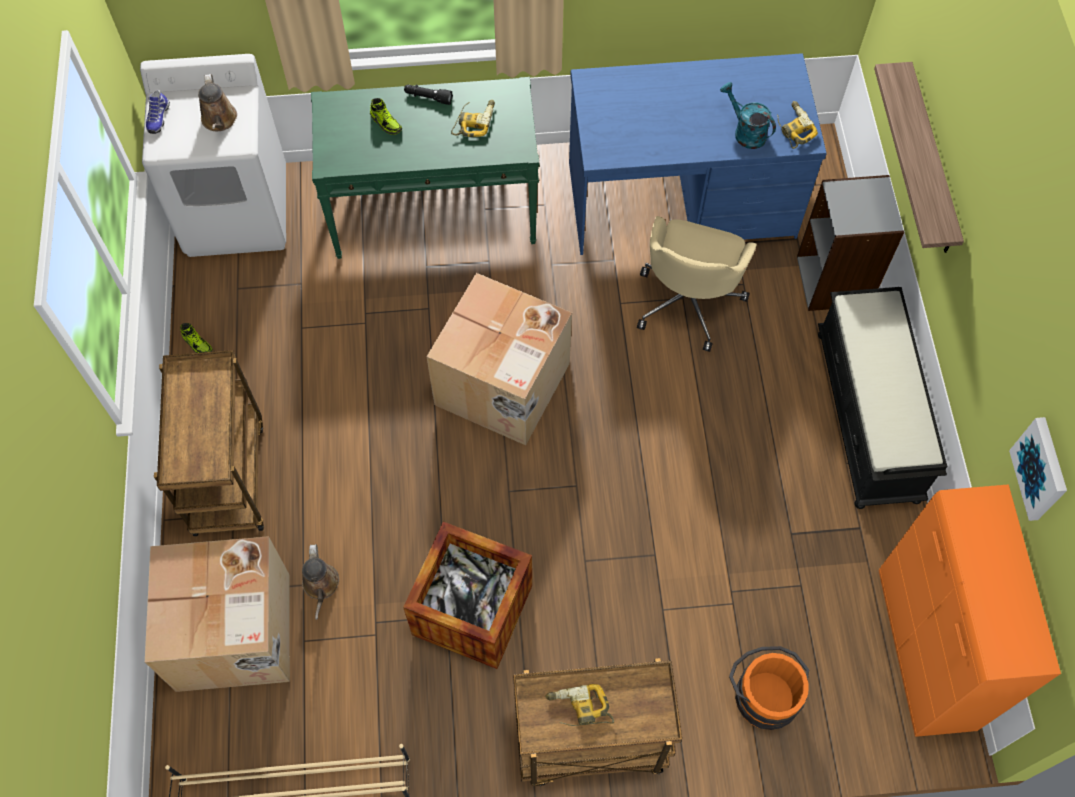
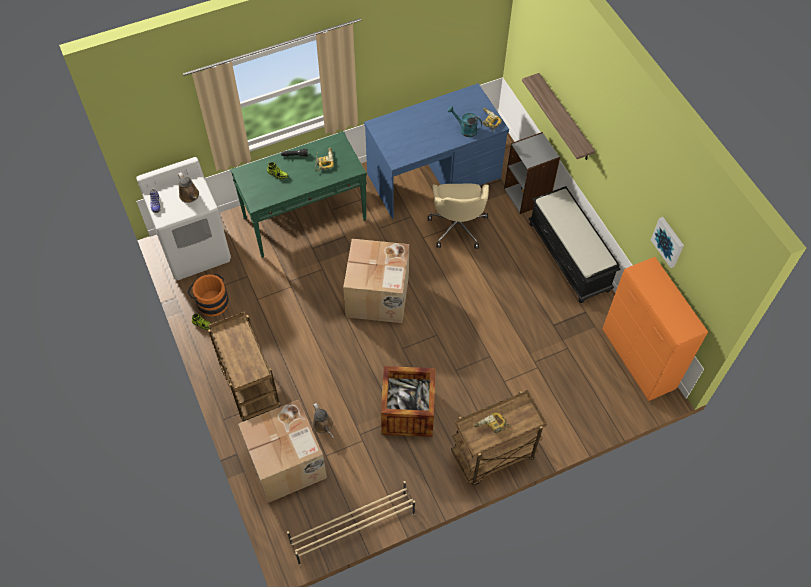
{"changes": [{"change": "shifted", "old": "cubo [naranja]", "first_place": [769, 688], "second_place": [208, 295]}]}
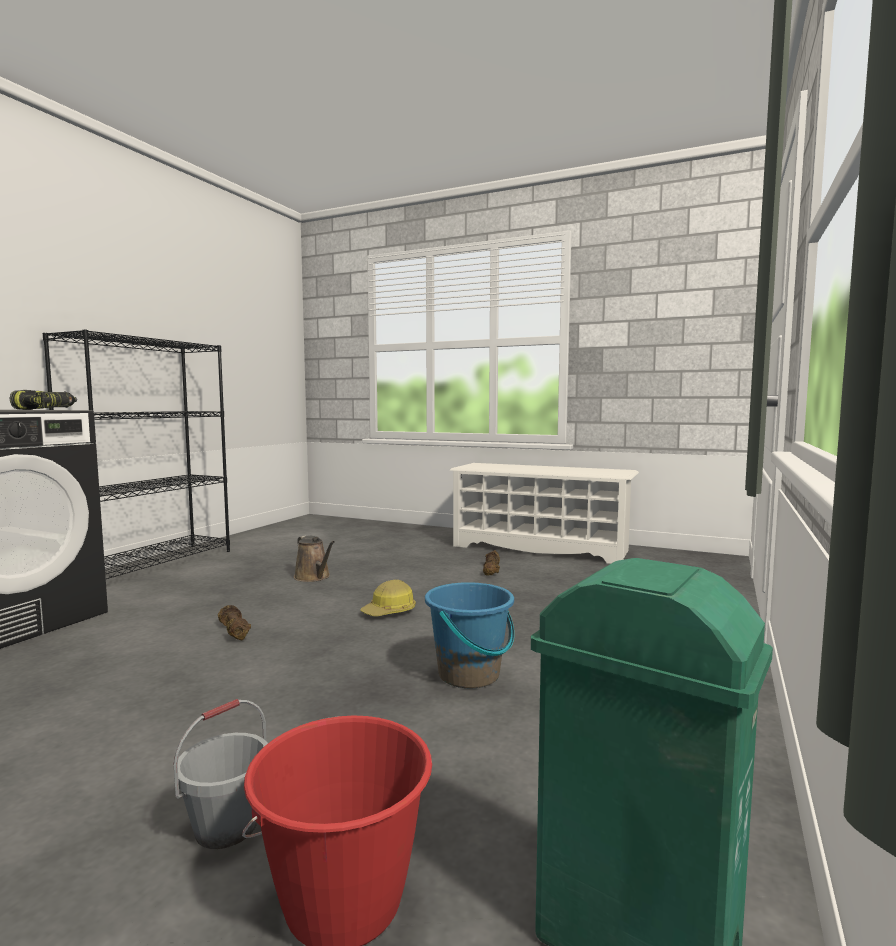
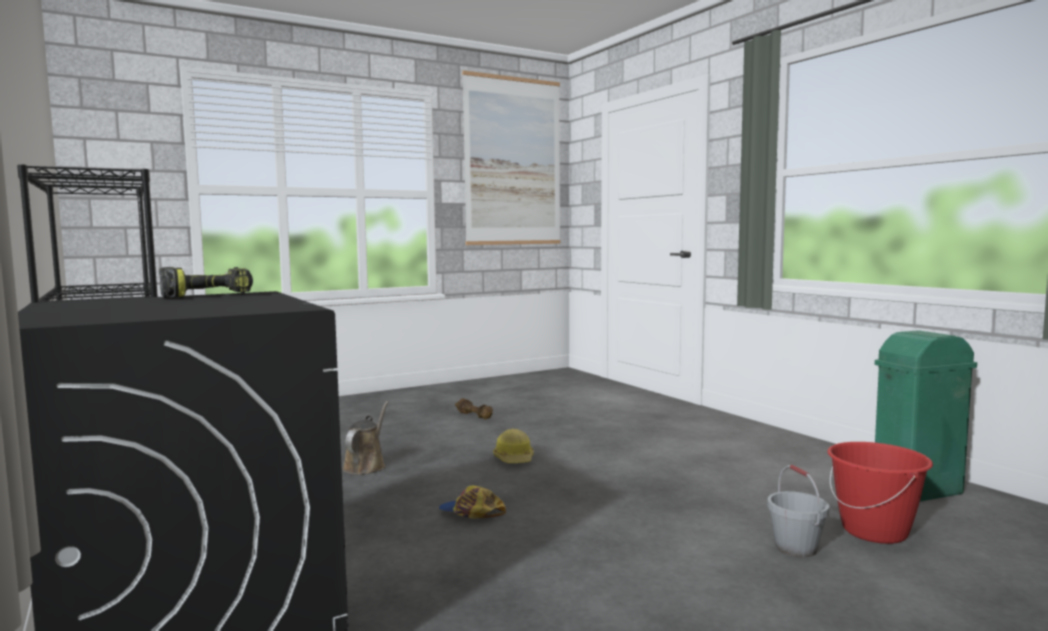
{"changes": [{"change": "gone", "old": "zapatero [blanco]", "first_place": [544, 513]}, {"change": "rotated", "old": "regadera [marrón]", "first_place": [314, 559], "second_place": [365, 437], "degrees": -75}, {"change": "gone", "old": "cubo [azul]", "first_place": [469, 635]}, {"change": "swapped", "old": "mancuerna [marrón]", "new": "gorra", "first_place": [234, 623], "second_place": [472, 502]}, {"change": "new", "new": "cuadro", "second_place": [511, 157]}]}
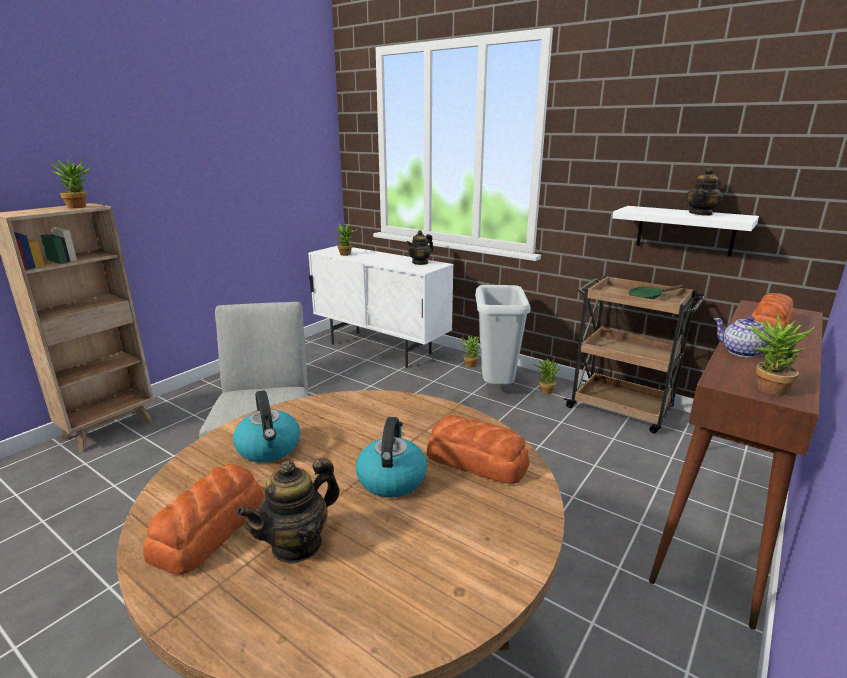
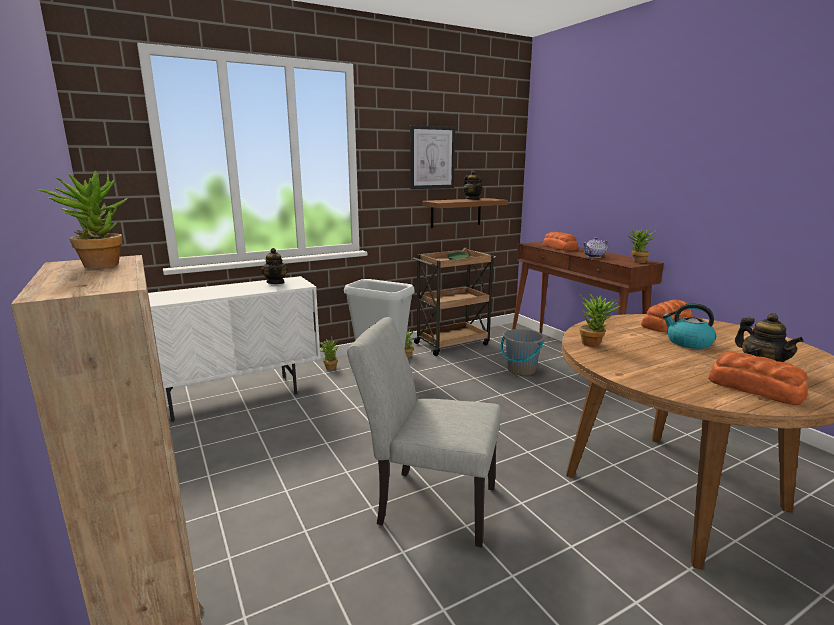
{"changes": [{"change": "repainted", "old": "estante [blanco]", "new": "estante [marrón]", "first_place": [685, 231], "second_place": [465, 213]}, {"change": "shifted", "old": "planta en maceta", "first_place": [346, 240], "second_place": [599, 320]}, {"change": "gone", "old": "hervidor", "first_place": [266, 426]}, {"change": "new", "new": "cuadro", "second_place": [432, 157]}, {"change": "new", "new": "cubo [gris]", "second_place": [523, 352]}]}
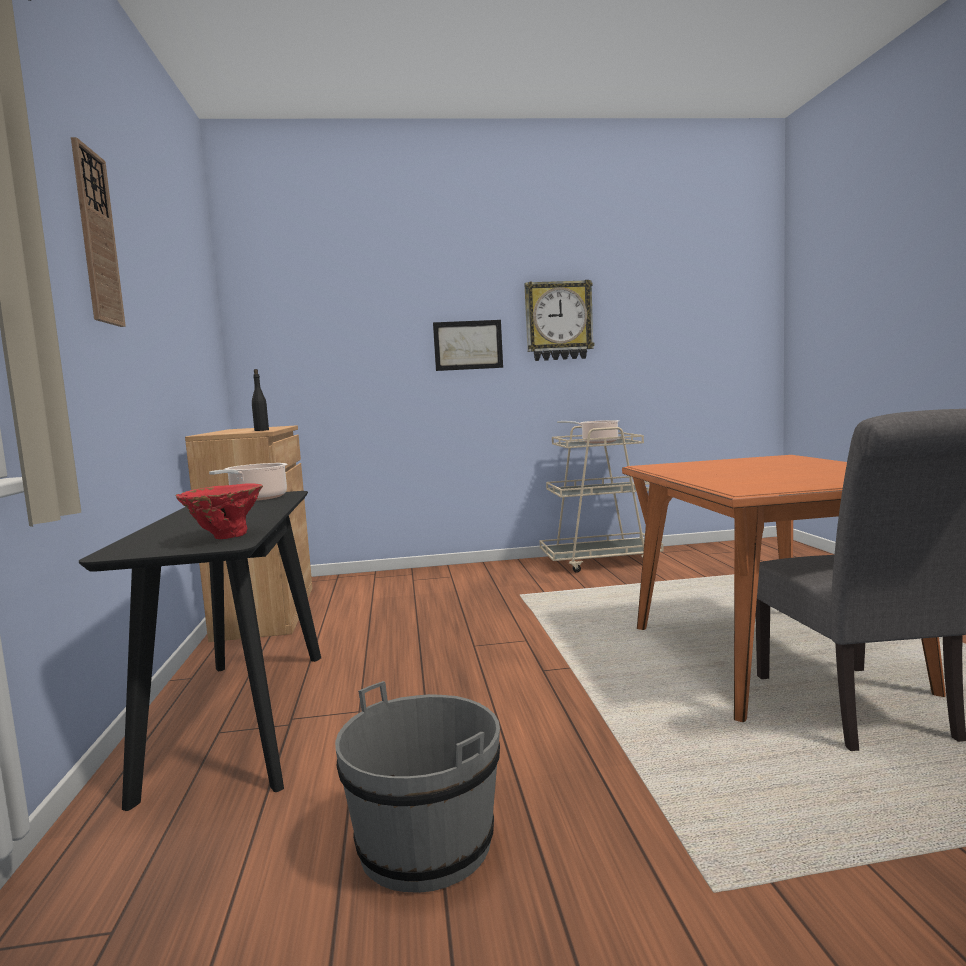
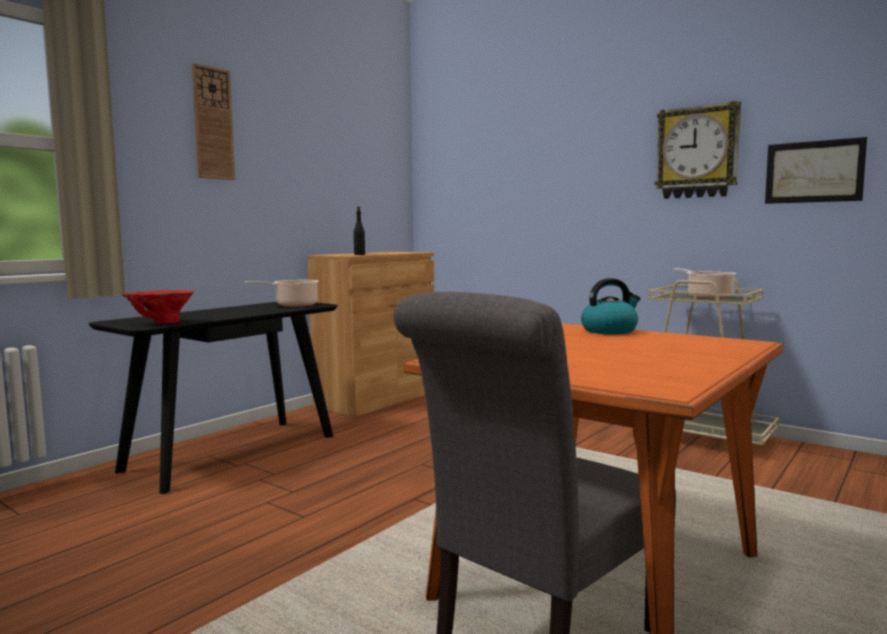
{"changes": [{"change": "shifted", "old": "cuadro", "first_place": [468, 345], "second_place": [816, 170]}, {"change": "gone", "old": "cubo [gris]", "first_place": [417, 787]}, {"change": "new", "new": "hervidor", "second_place": [610, 306]}]}
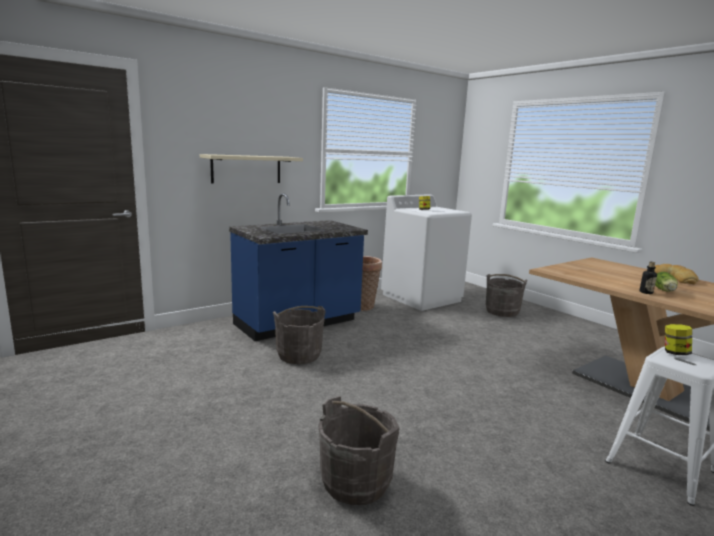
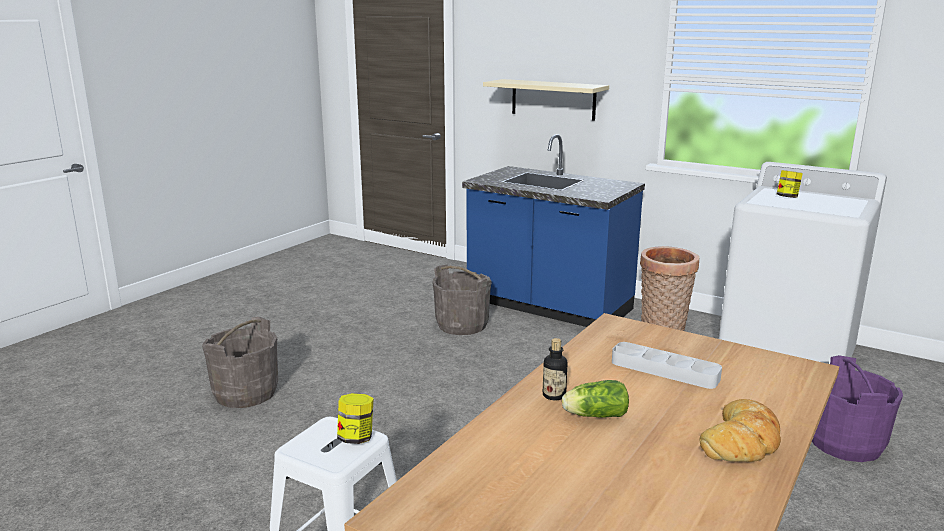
{"changes": [{"change": "repainted", "old": "cubo [gris]", "new": "cubo [morado]", "first_place": [506, 295], "second_place": [857, 408]}, {"change": "new", "new": "bandeja [gris]", "second_place": [667, 365]}]}
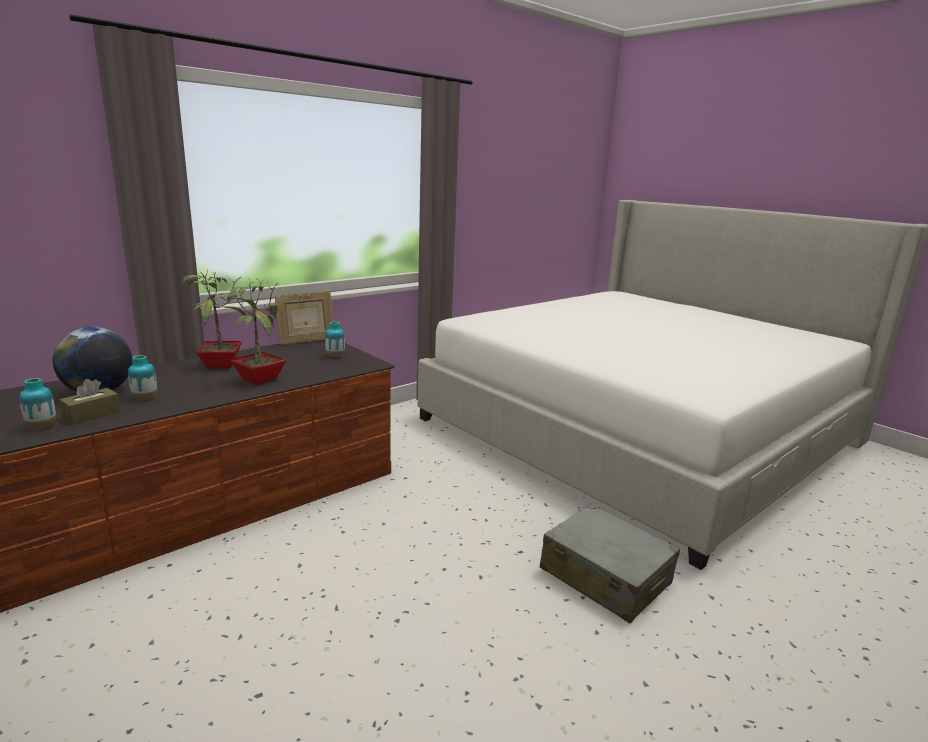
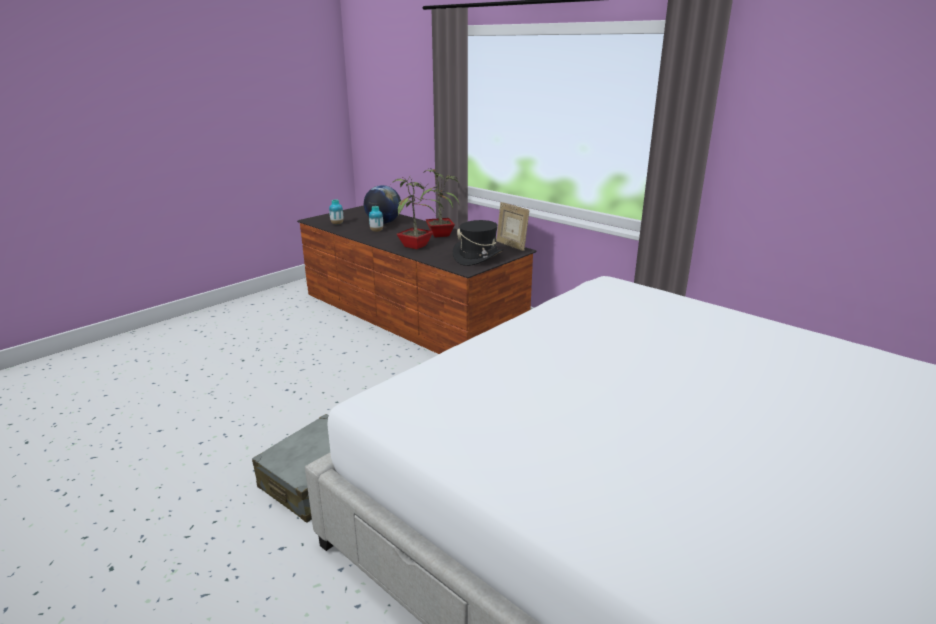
{"changes": [{"change": "swapped", "old": "florero", "new": "sombrero [negro]", "first_place": [335, 339], "second_place": [478, 243]}, {"change": "gone", "old": "caja de pañuelos [marrón]", "first_place": [90, 401]}]}
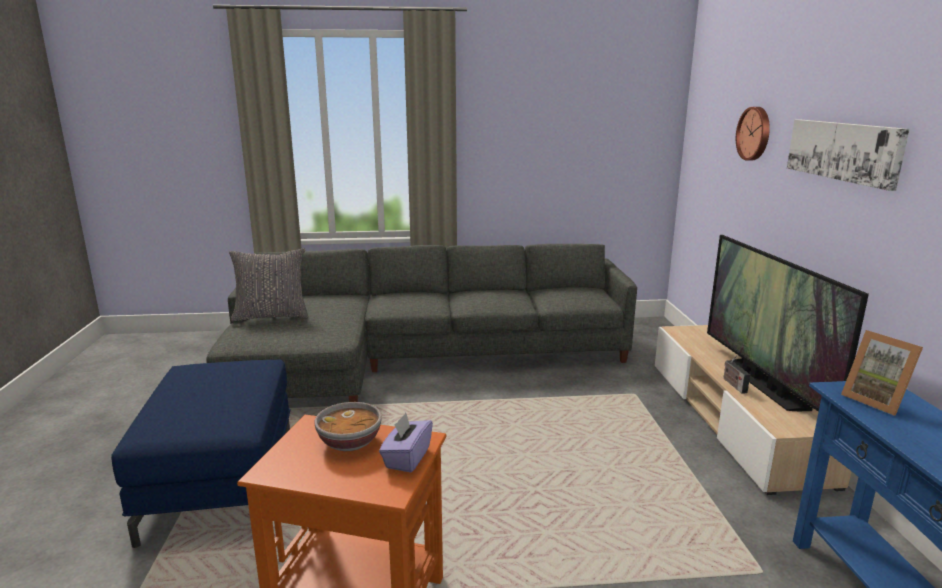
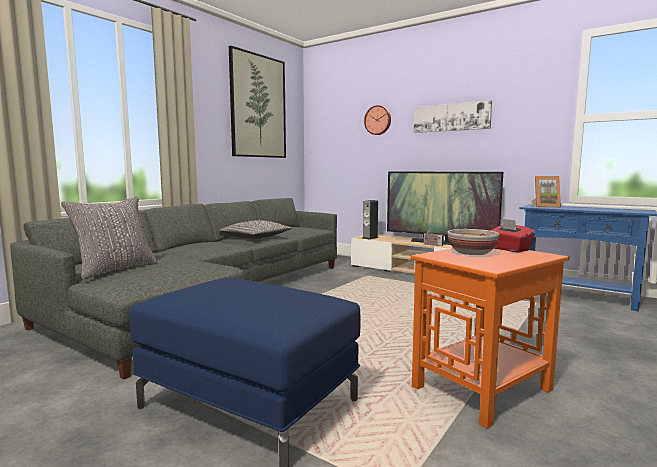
{"changes": [{"change": "repainted", "old": "caja de pañuelos [morado]", "new": "caja de pañuelos [rojo]", "first_place": [406, 442], "second_place": [512, 235]}, {"change": "new", "new": "cuadro", "second_place": [257, 102]}, {"change": "new", "new": "altavoz", "second_place": [370, 220]}, {"change": "new", "new": "cojín [gris]", "second_place": [255, 229]}]}
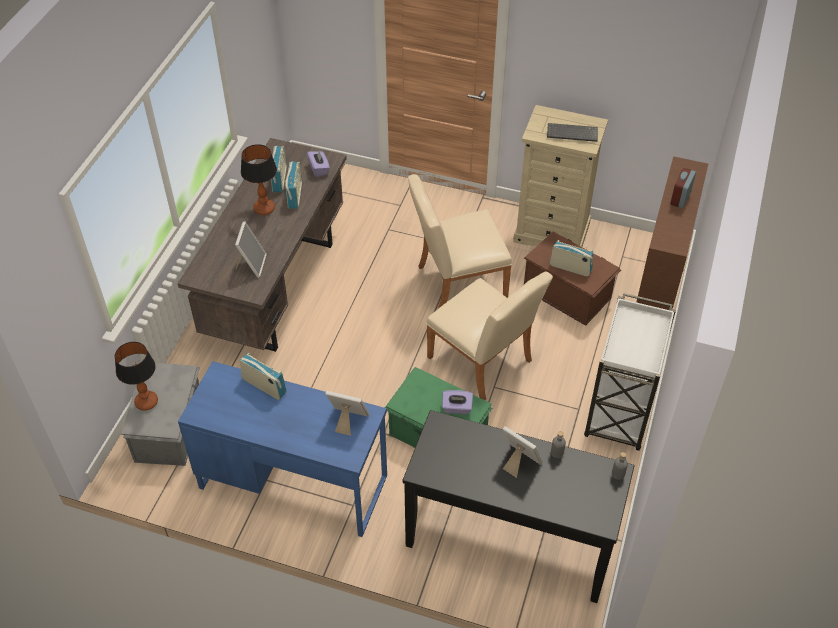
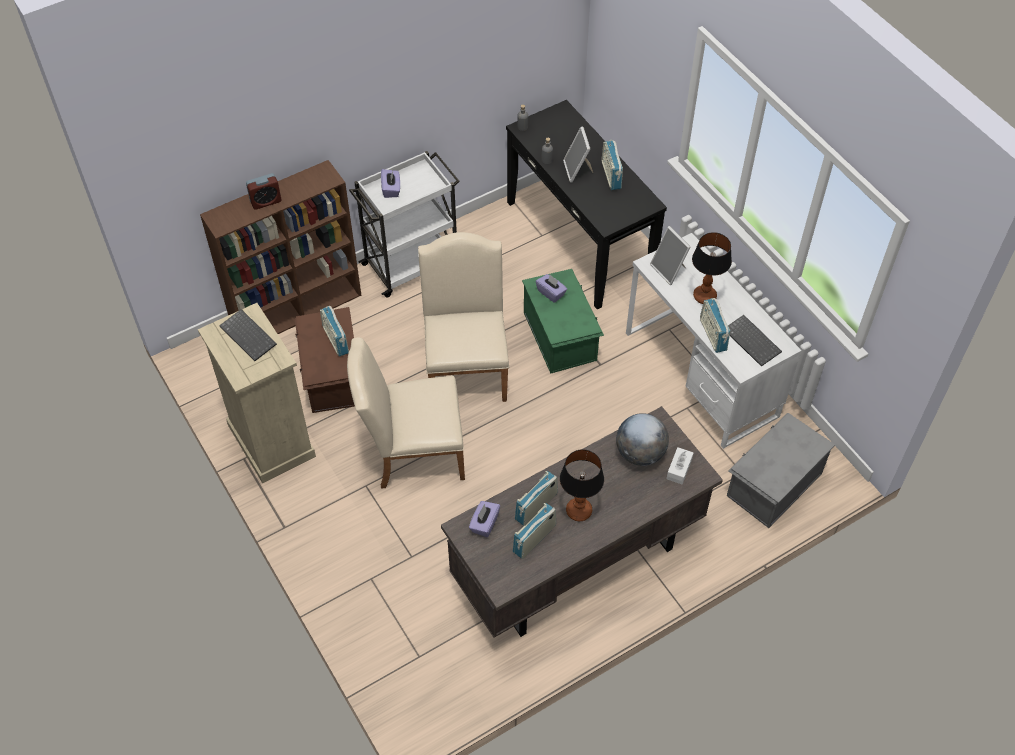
{"changes": [{"change": "rotated", "old": "silla [beis]", "first_place": [460, 241], "second_place": [406, 413], "degrees": 150}, {"change": "swapped", "old": "portarretratos", "new": "globo terráqueo", "first_place": [251, 249], "second_place": [642, 439]}, {"change": "shifted", "old": "lámpara de mesa", "first_place": [136, 376], "second_place": [712, 268]}, {"change": "repainted", "old": "escritorio [azul]", "new": "escritorio [blanco]", "first_place": [282, 449], "second_place": [714, 341]}, {"change": "new", "new": "radio", "second_place": [612, 164]}, {"change": "new", "new": "caja de pañuelos [morado]", "second_place": [390, 183]}, {"change": "new", "new": "teclado", "second_place": [755, 340]}, {"change": "new", "new": "caja de pañuelos [blanco]", "second_place": [679, 465]}]}
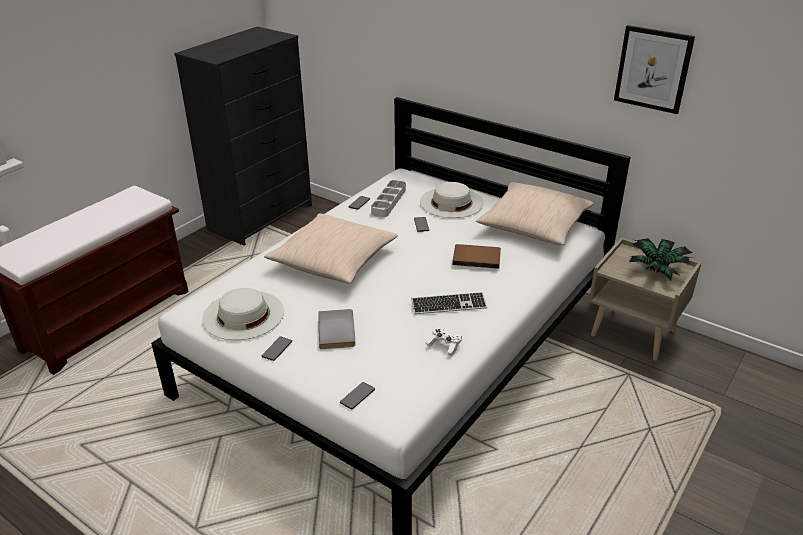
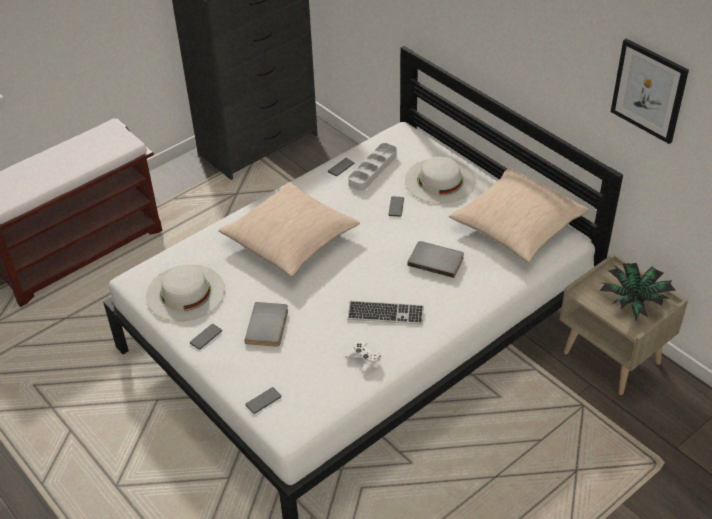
{"changes": [{"change": "repainted", "old": "libro [marrón]", "new": "libro [gris]", "first_place": [476, 256], "second_place": [435, 259]}]}
